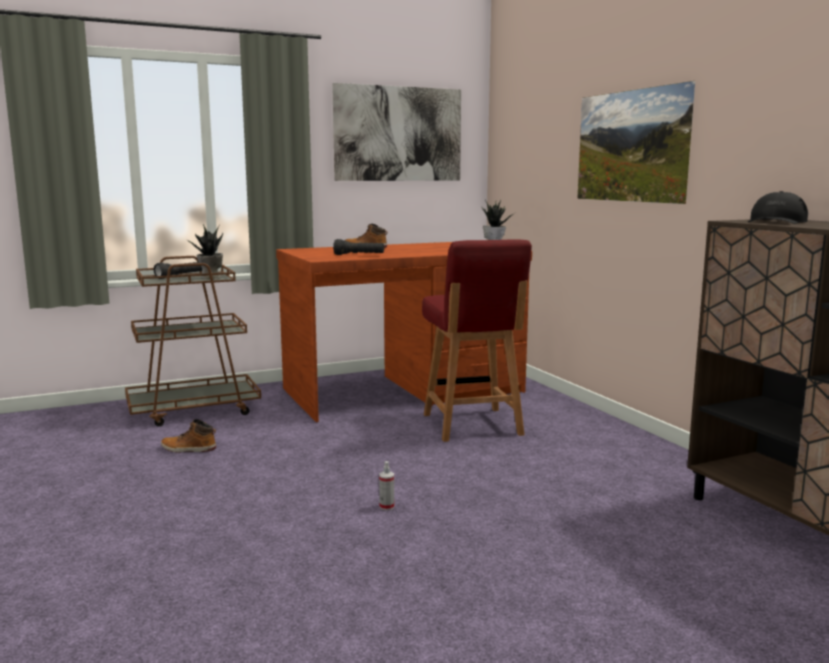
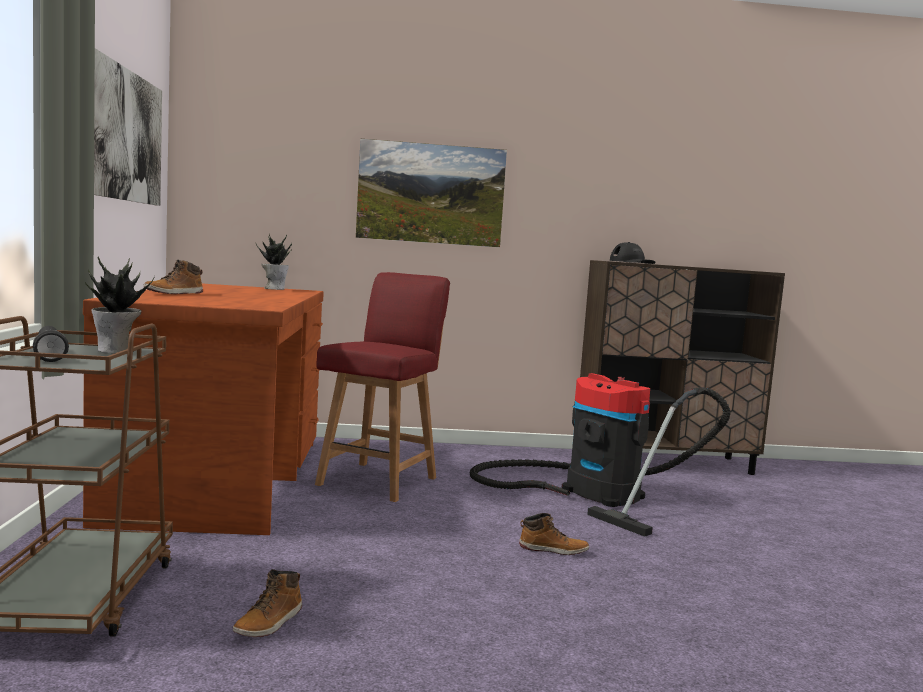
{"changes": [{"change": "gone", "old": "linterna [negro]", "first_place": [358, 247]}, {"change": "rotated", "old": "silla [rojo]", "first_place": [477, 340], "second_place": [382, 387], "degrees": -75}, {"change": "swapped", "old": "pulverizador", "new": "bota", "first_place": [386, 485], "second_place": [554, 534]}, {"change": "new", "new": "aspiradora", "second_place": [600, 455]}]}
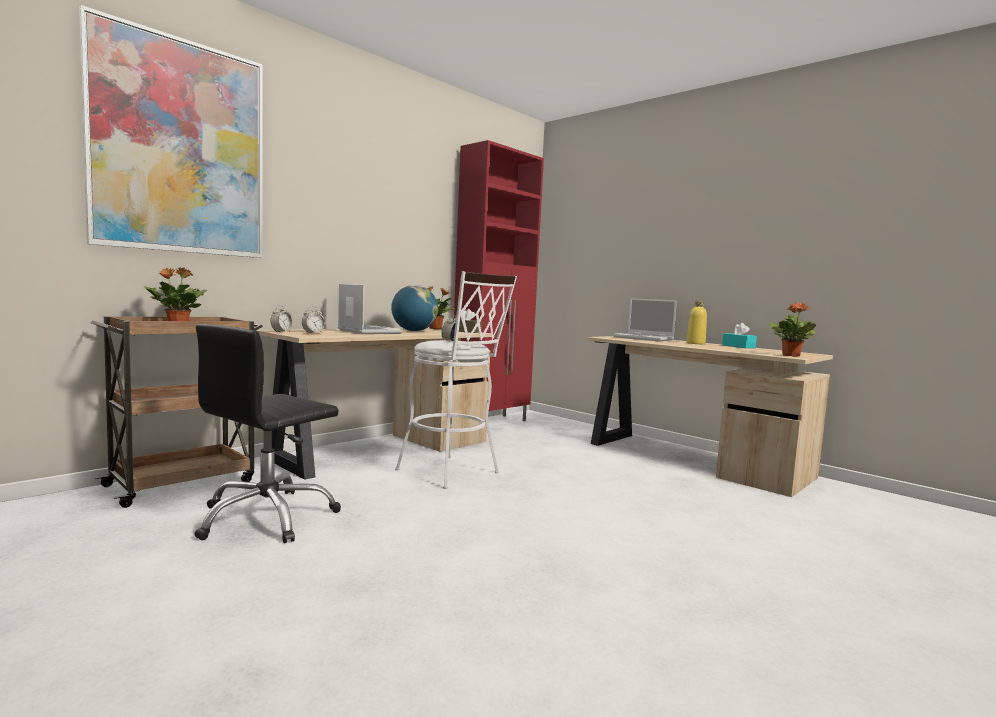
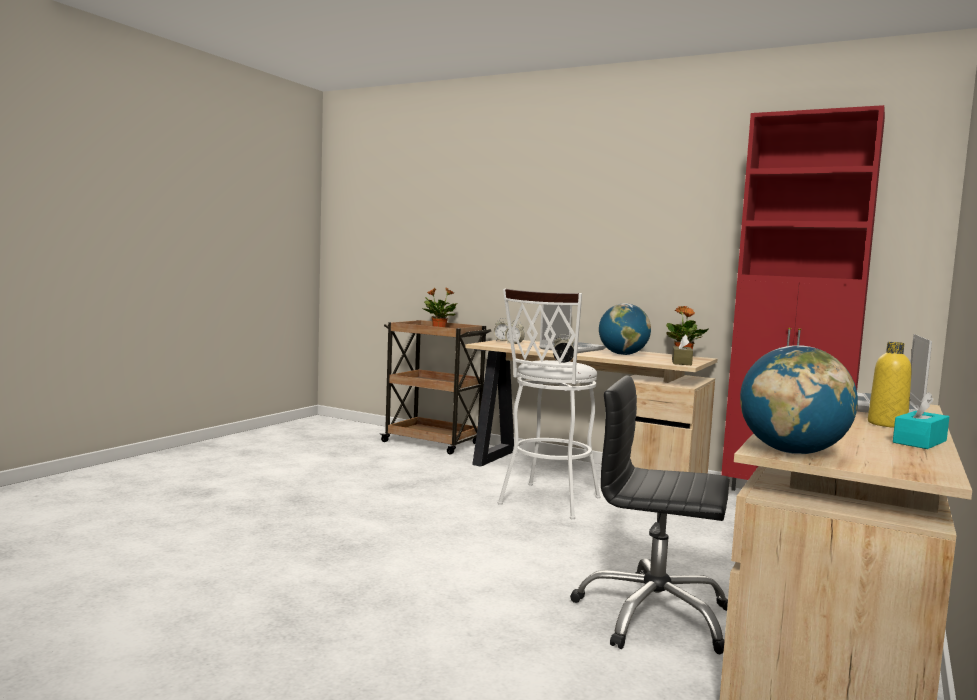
{"changes": [{"change": "gone", "old": "cuadro", "first_place": [171, 131]}, {"change": "swapped", "old": "planta en maceta", "new": "globo terráqueo", "first_place": [792, 330], "second_place": [799, 399]}, {"change": "shifted", "old": "silla de oficina [negro]", "first_place": [267, 433], "second_place": [649, 515]}]}
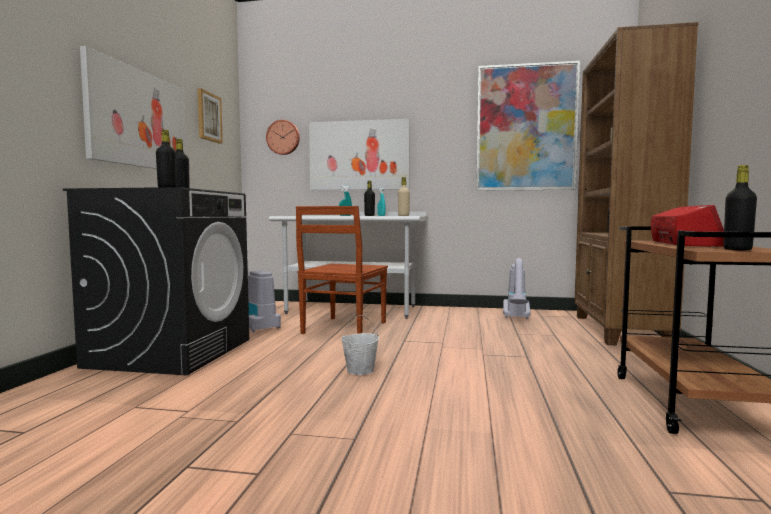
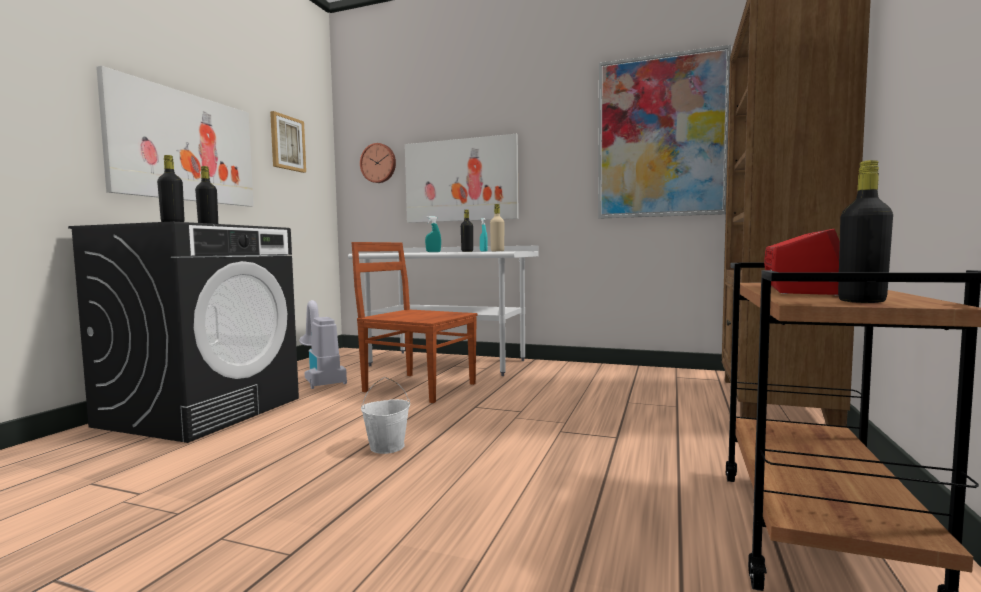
{"changes": [{"change": "rotated", "old": "silla [marrón]", "first_place": [342, 270], "second_place": [414, 322], "degrees": 90}, {"change": "gone", "old": "aspiradora", "first_place": [516, 288]}]}
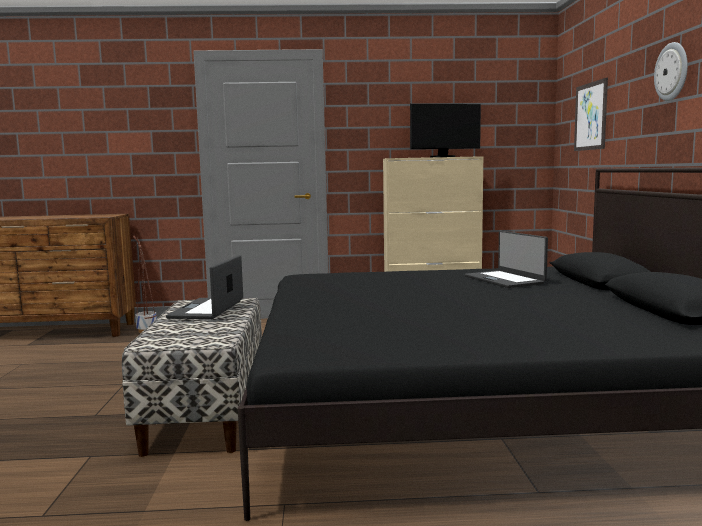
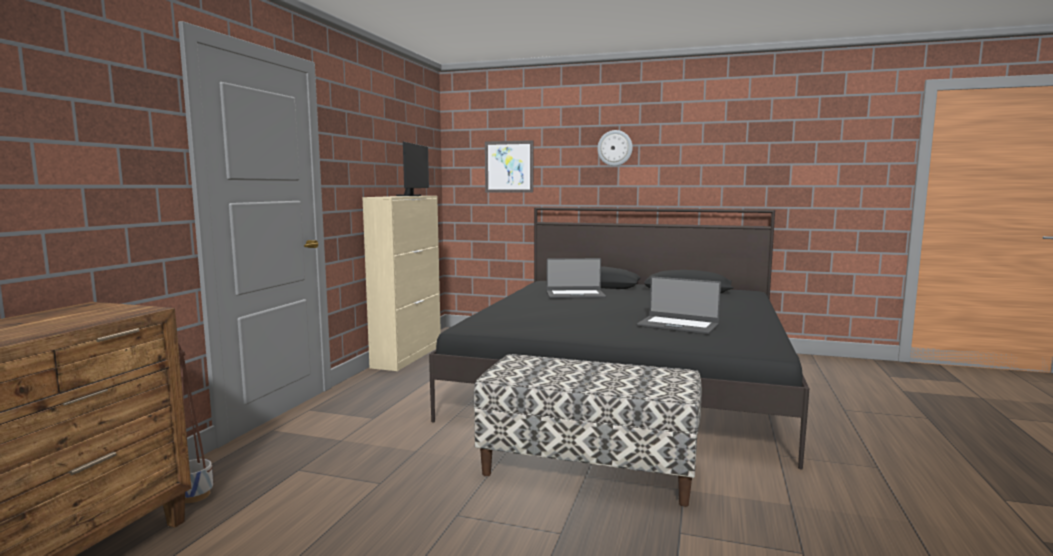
{"changes": [{"change": "shifted", "old": "portátil", "first_place": [204, 287], "second_place": [679, 305]}]}
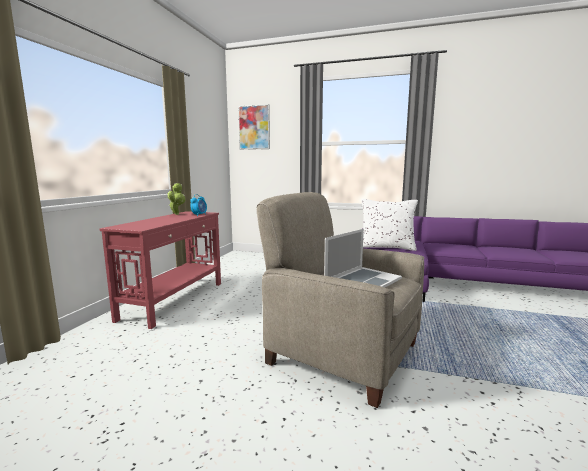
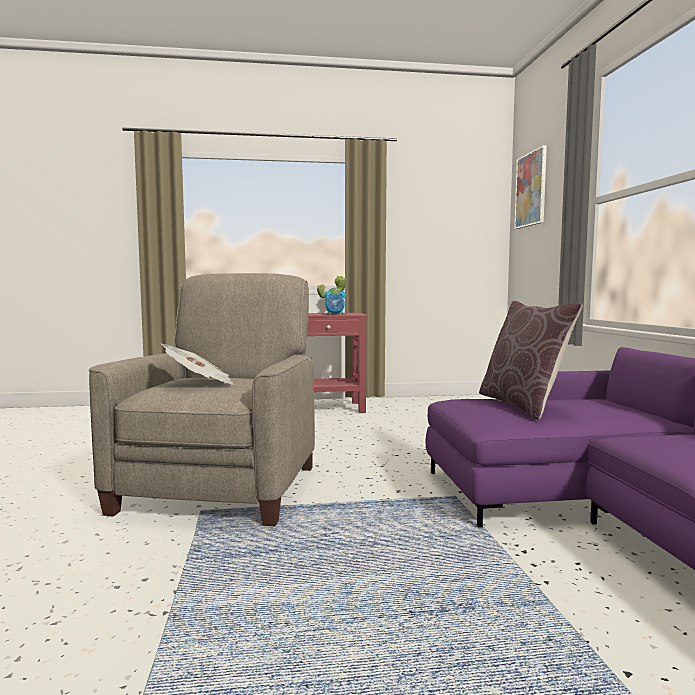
{"changes": [{"change": "repainted", "old": "cojín [blanco]", "new": "cojín [marrón]", "first_place": [390, 225], "second_place": [531, 360]}, {"change": "swapped", "old": "portátil", "new": "periódico", "first_place": [363, 258], "second_place": [197, 364]}]}
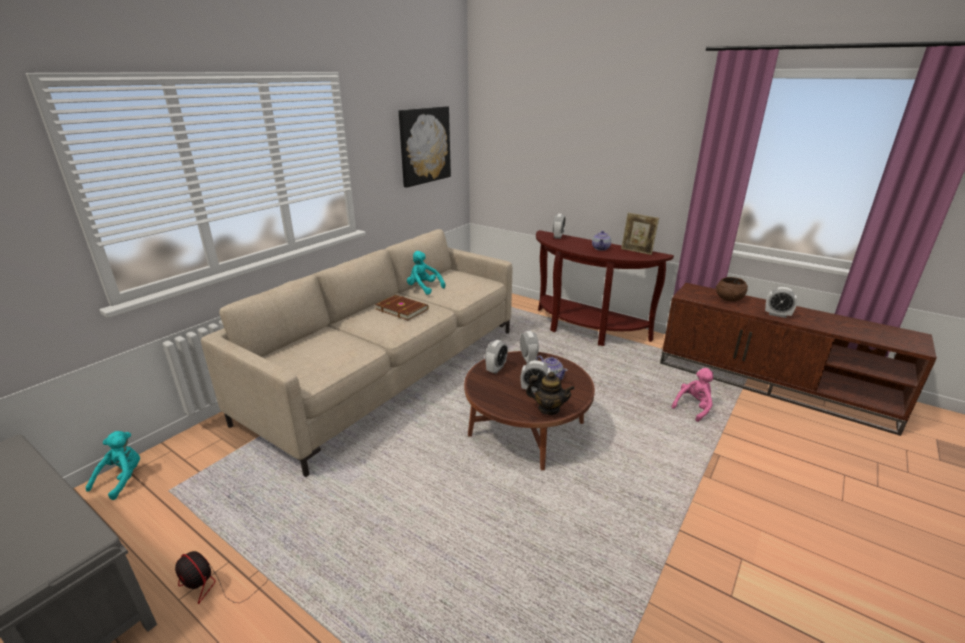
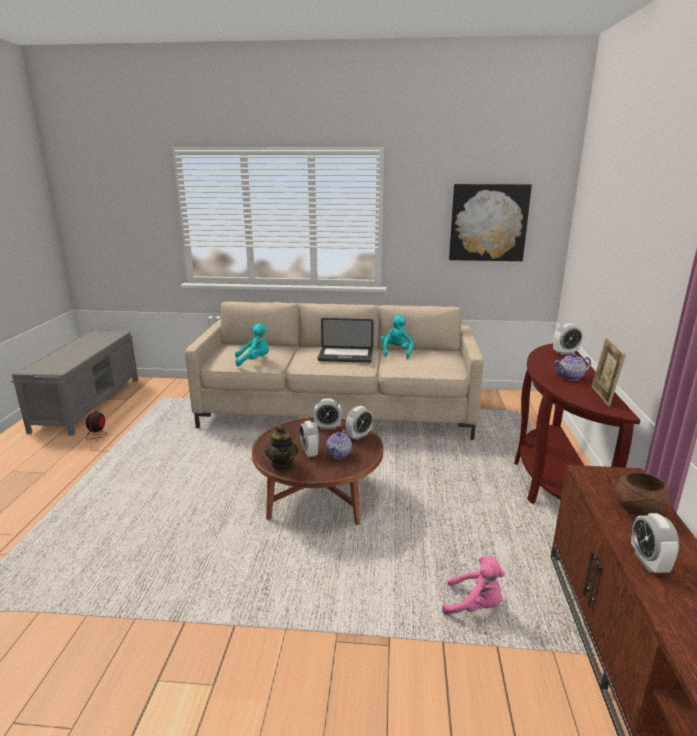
{"changes": [{"change": "swapped", "old": "libro [marrón]", "new": "portátil", "first_place": [402, 307], "second_place": [346, 340]}, {"change": "shifted", "old": "peluche [turquesa]", "first_place": [113, 465], "second_place": [252, 345]}]}
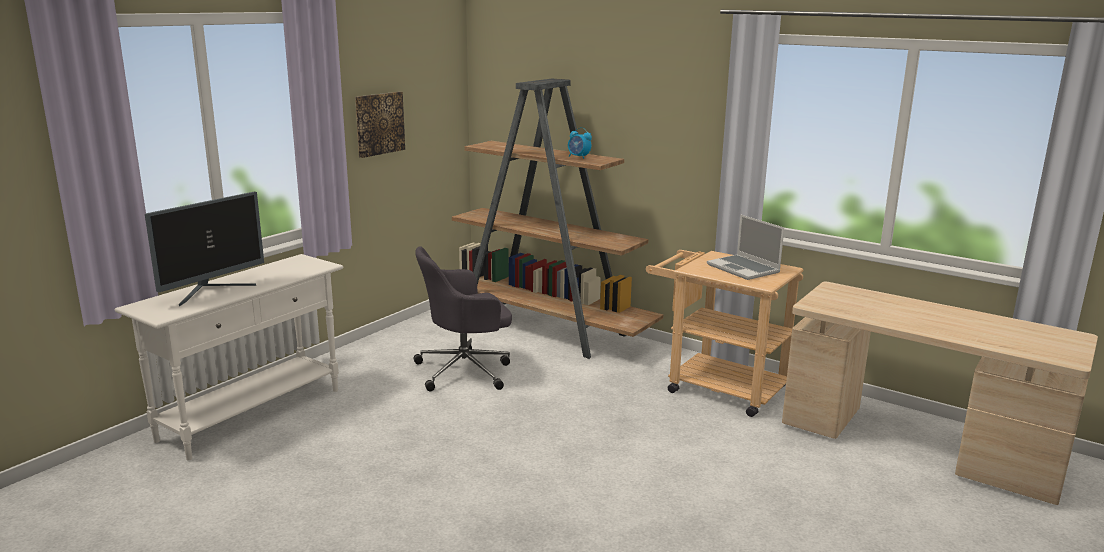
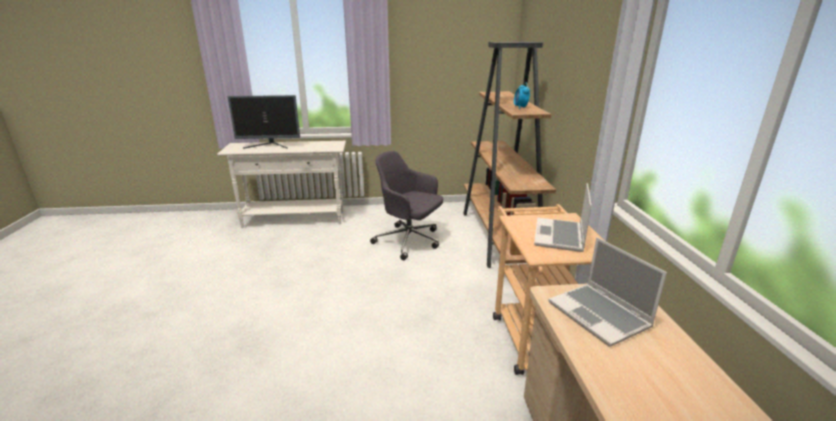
{"changes": [{"change": "gone", "old": "cuadro", "first_place": [380, 125]}, {"change": "new", "new": "portátil", "second_place": [607, 292]}]}
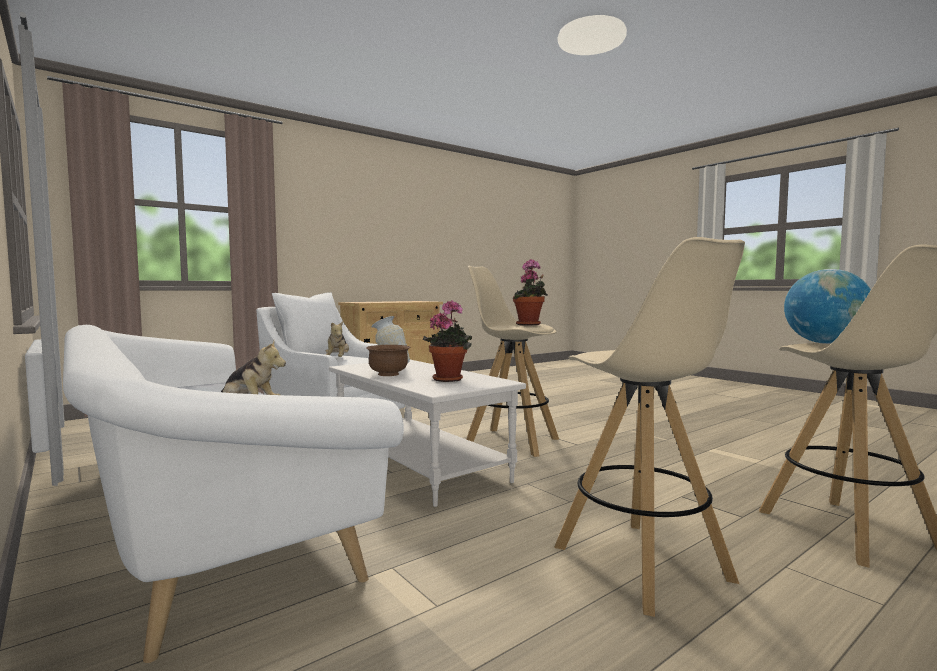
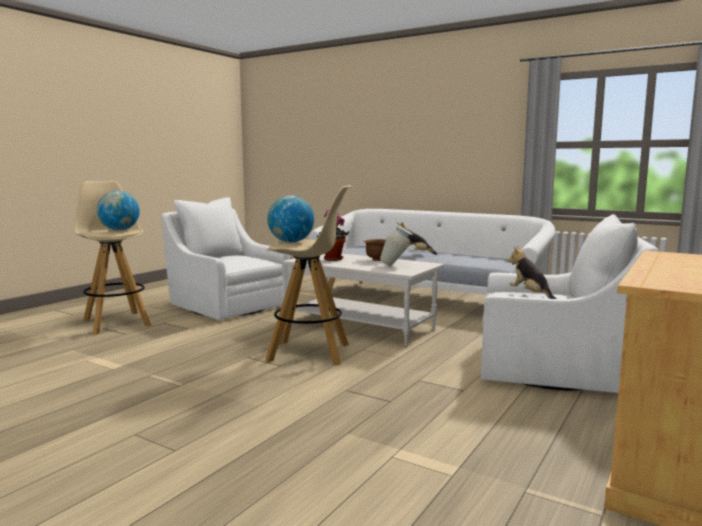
{"changes": [{"change": "swapped", "old": "taburete [beis]", "new": "sillón [blanco]", "first_place": [649, 427], "second_place": [225, 258]}, {"change": "swapped", "old": "planta en maceta", "new": "globo terráqueo", "first_place": [530, 292], "second_place": [290, 219]}]}
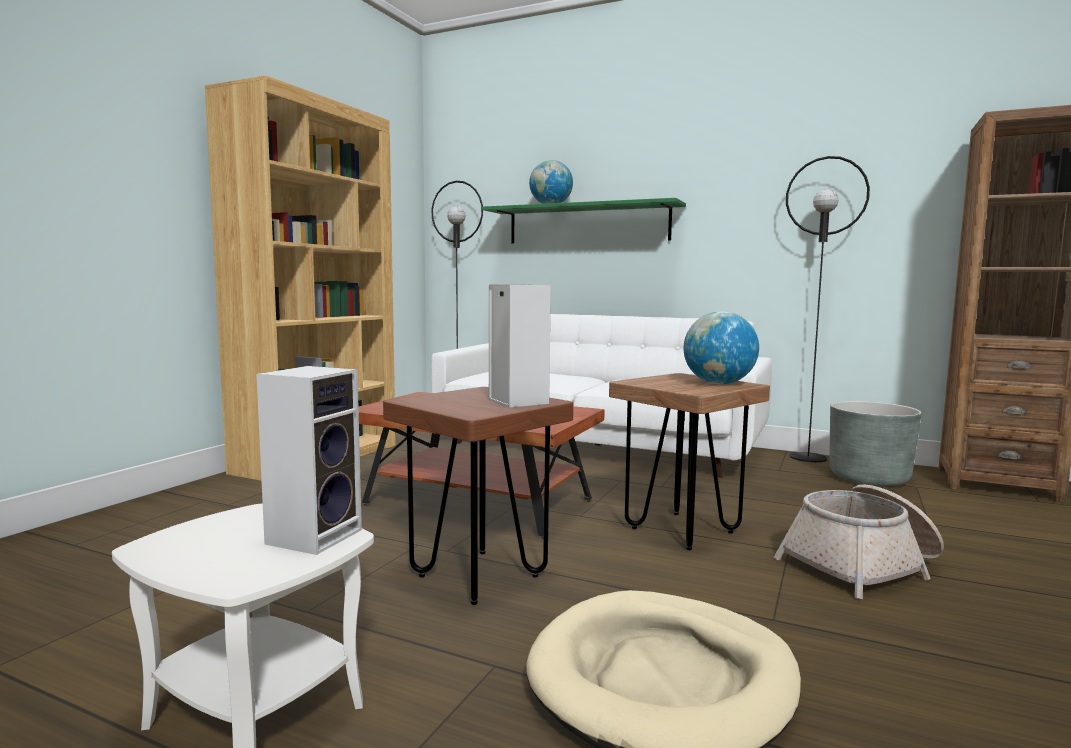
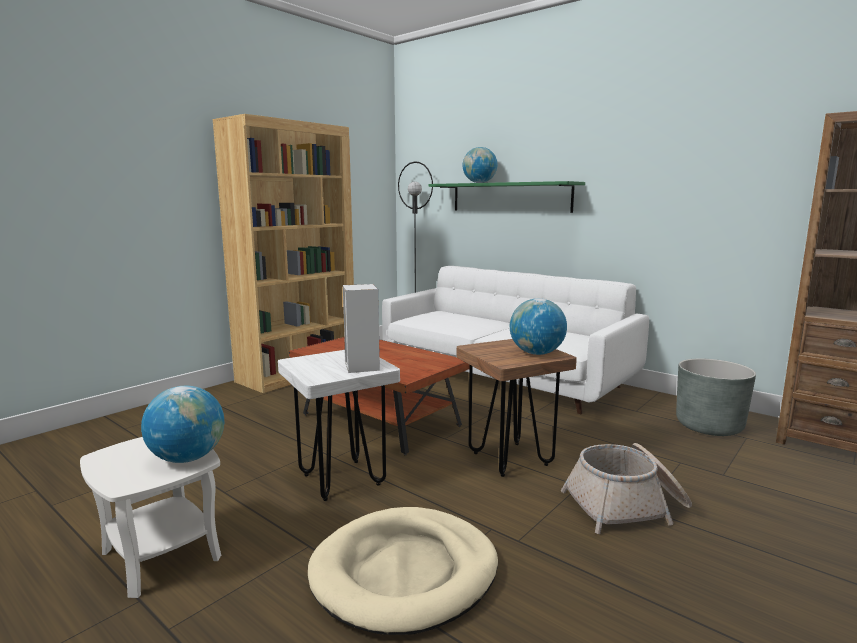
{"changes": [{"change": "gone", "old": "lámpara de pie [negro]", "first_place": [828, 309]}, {"change": "swapped", "old": "altavoz", "new": "globo terráqueo", "first_place": [309, 460], "second_place": [182, 424]}, {"change": "repainted", "old": "taburete [marrón]", "new": "taburete [blanco]", "first_place": [478, 496], "second_place": [339, 425]}]}
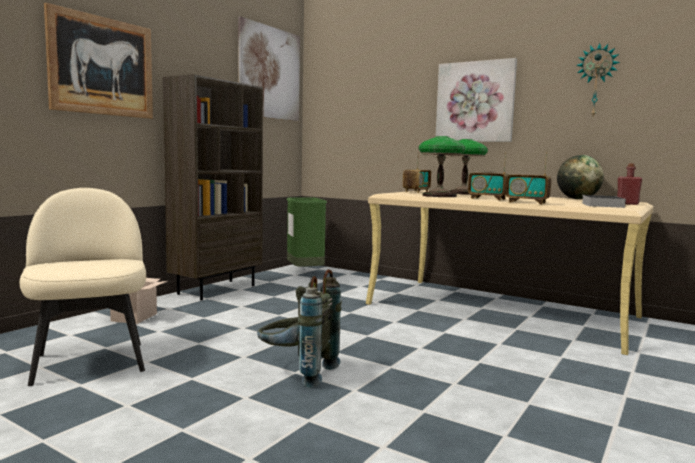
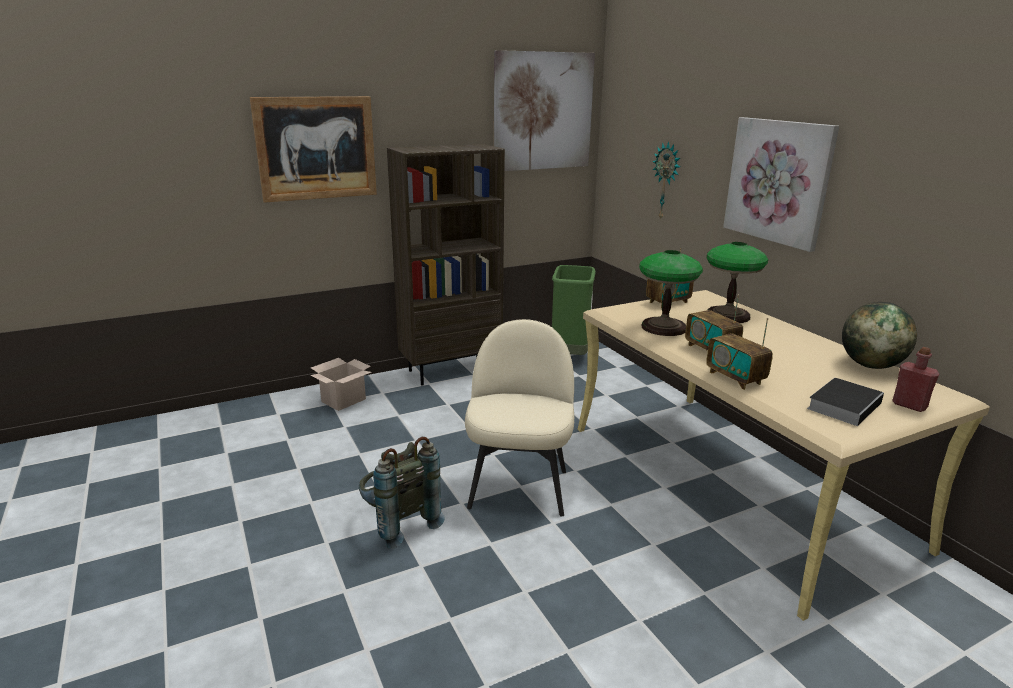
{"changes": [{"change": "shifted", "old": "reloj de pared", "first_place": [598, 79], "second_place": [666, 180]}, {"change": "shifted", "old": "silla [beis]", "first_place": [82, 287], "second_place": [519, 418]}]}
